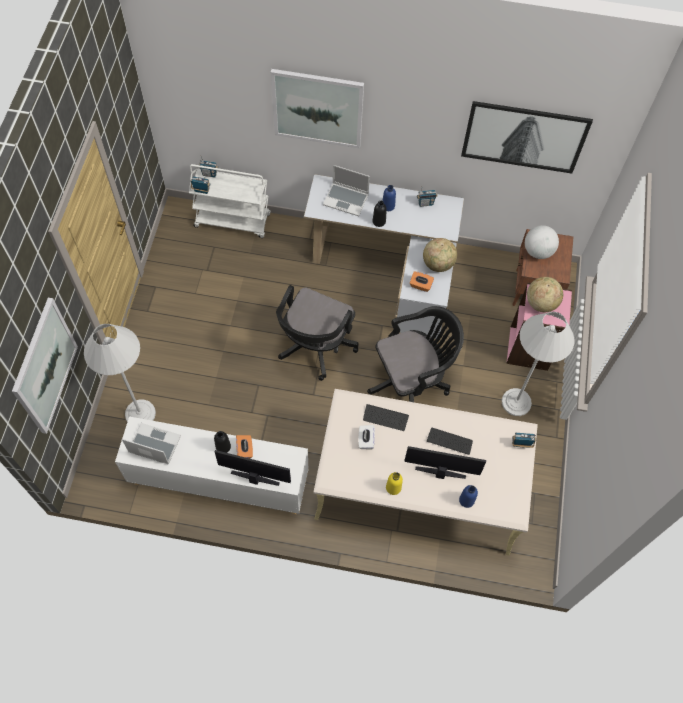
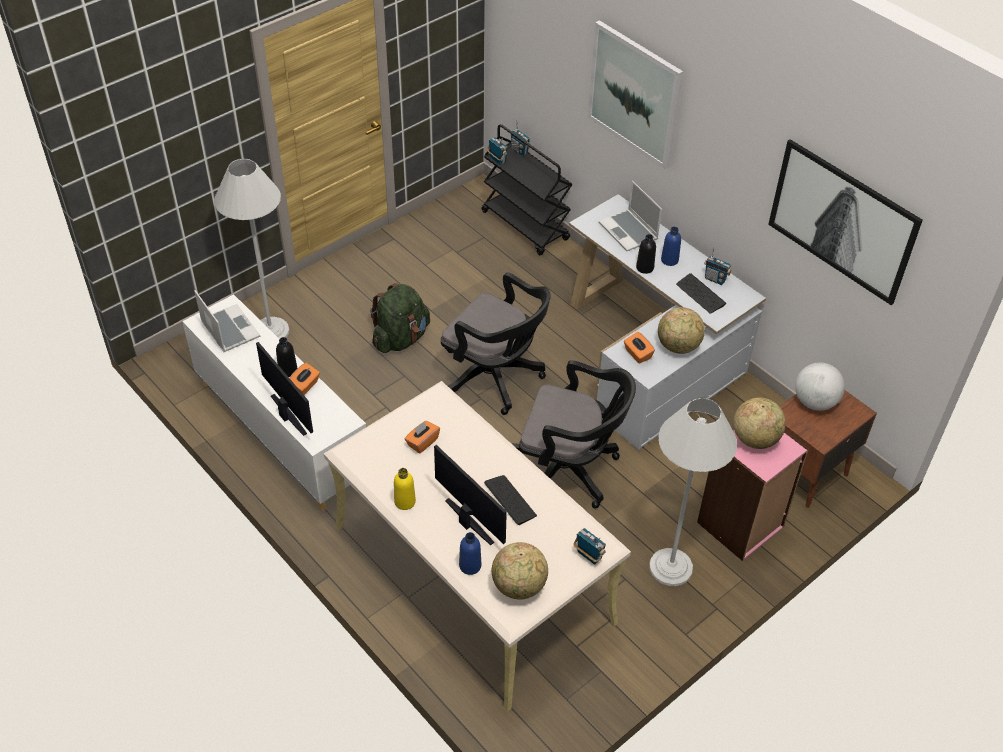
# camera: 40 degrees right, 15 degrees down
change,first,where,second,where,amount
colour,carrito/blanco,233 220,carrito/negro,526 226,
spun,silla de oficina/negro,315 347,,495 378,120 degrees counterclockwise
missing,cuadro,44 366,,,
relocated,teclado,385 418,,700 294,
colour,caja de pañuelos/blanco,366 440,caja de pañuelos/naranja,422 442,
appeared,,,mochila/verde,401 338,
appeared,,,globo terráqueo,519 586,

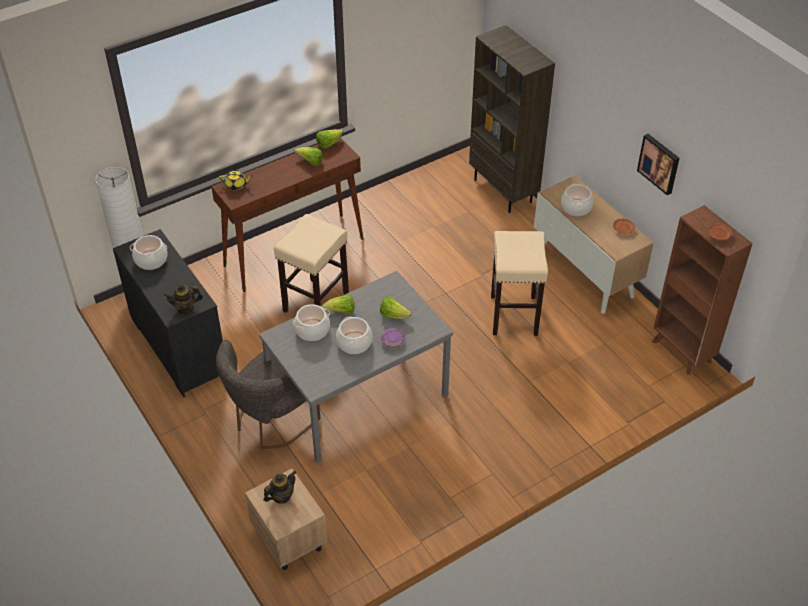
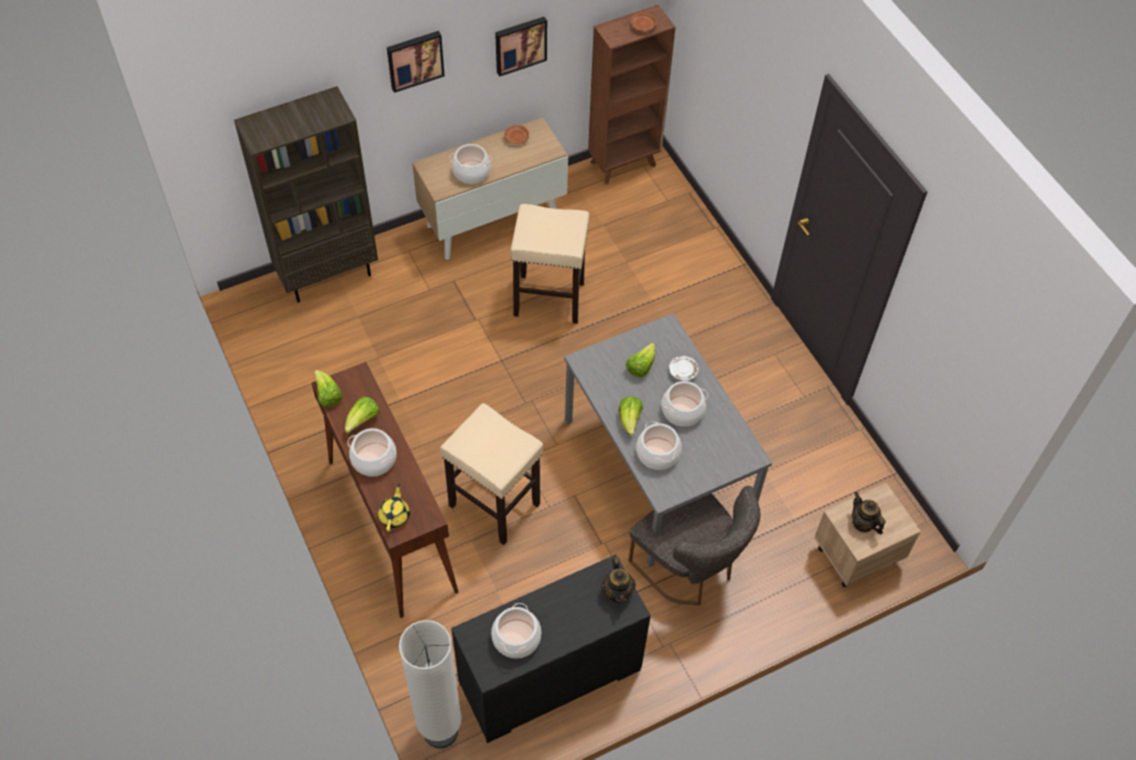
# camera: 85 degrees left, 10 degrees up
change,first,where,second,where,amount
colour,plato/morado,393 341,plato/blanco,683 372,
appeared,,,cuadro,414 59,
appeared,,,olla,374 459,

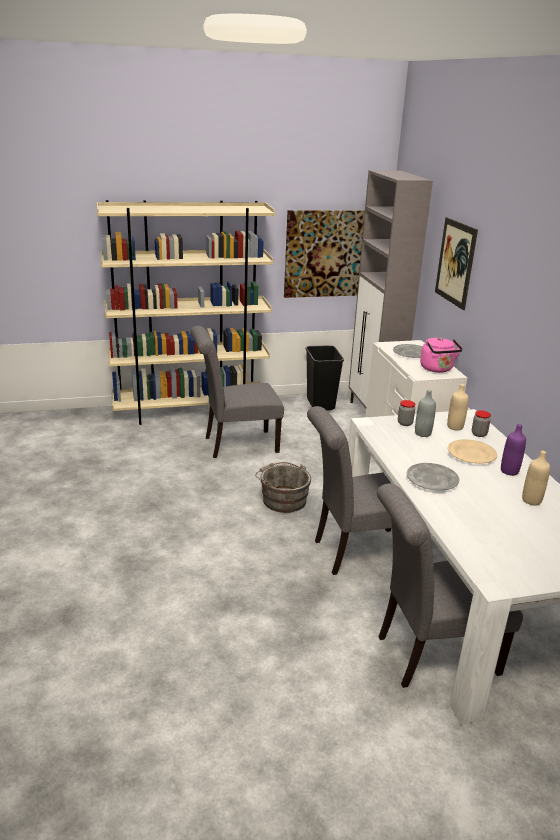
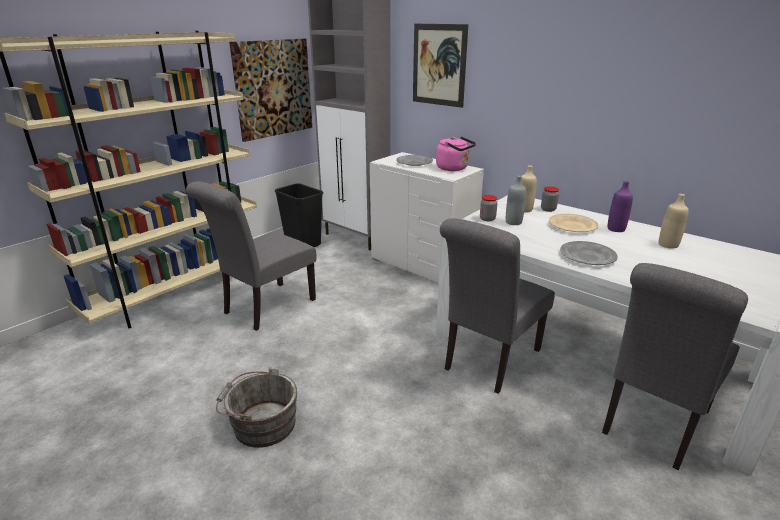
# camera: 35 degrees left, 0 degrees up
change,first,where,second,where,amount
relocated,cubo/gris,282 499,,261 424,

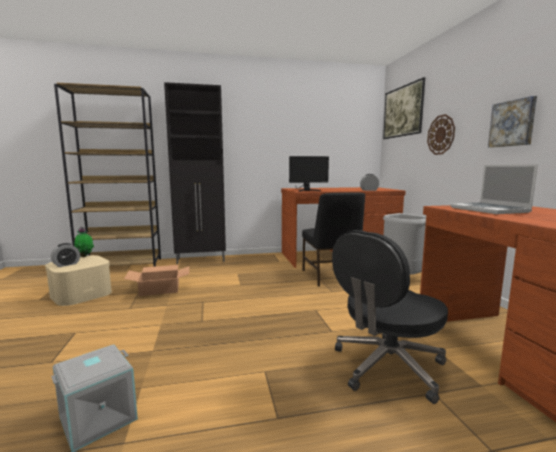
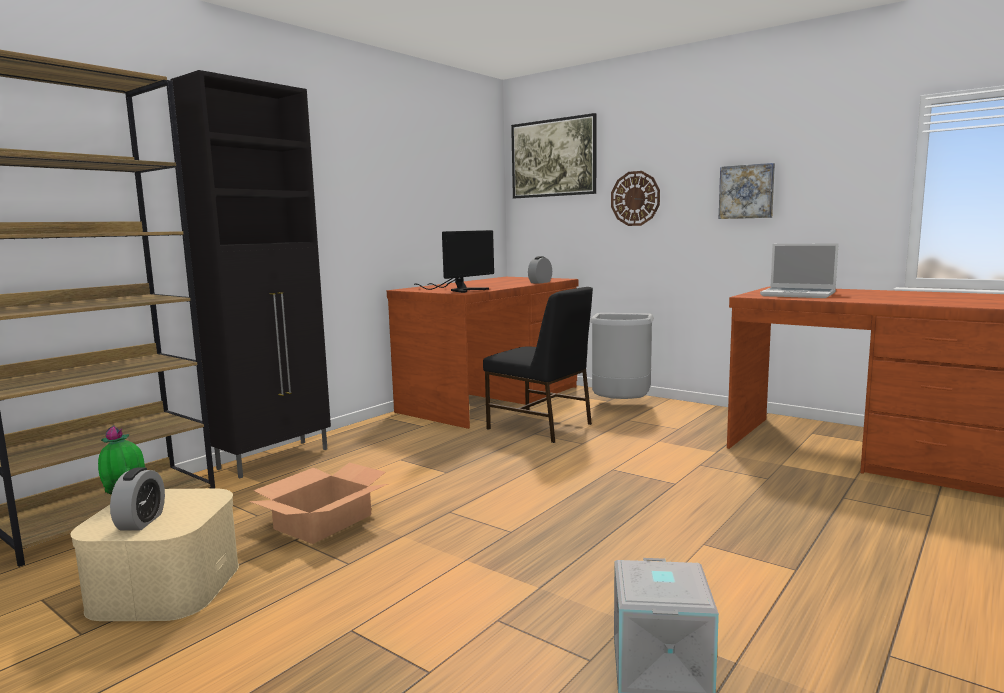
# camera: 40 degrees left, 0 degrees up
change,first,where,second,where,amount
missing,silla de oficina/negro,387 367,,,

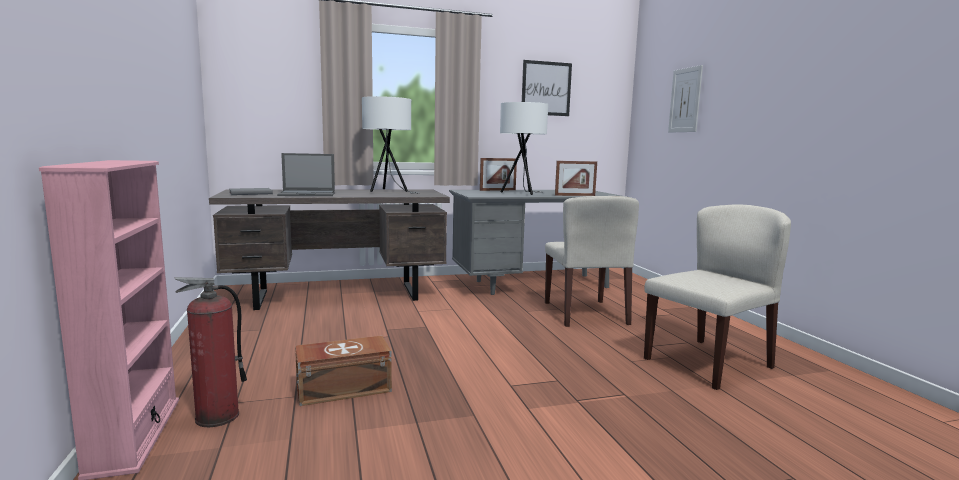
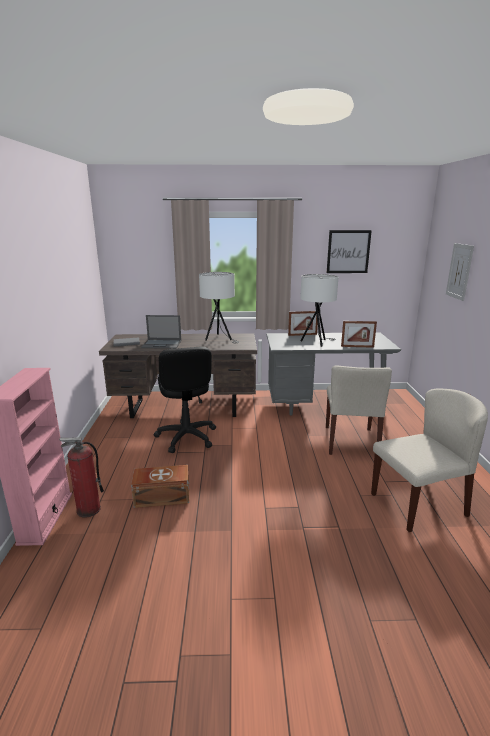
# camera: 15 degrees right, 10 degrees up
change,first,where,second,where,amount
appeared,,,silla de oficina/negro,186 437,

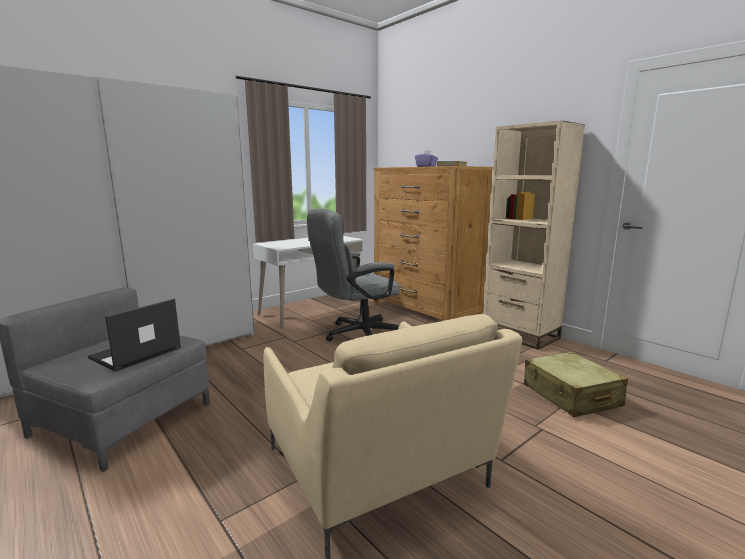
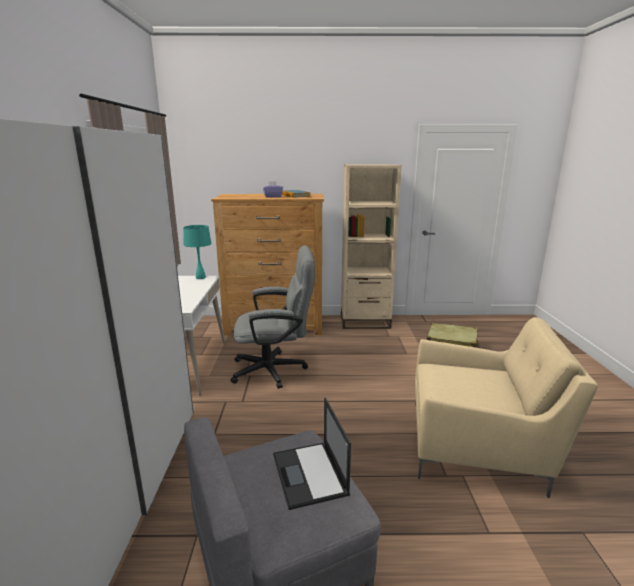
# camera: 50 degrees left, 5 degrees up
change,first,where,second,where,amount
spun,silla de oficina/gris,356 334,,276 369,105 degrees counterclockwise
appeared,,,lámpara de mesa/turquesa,200 277,

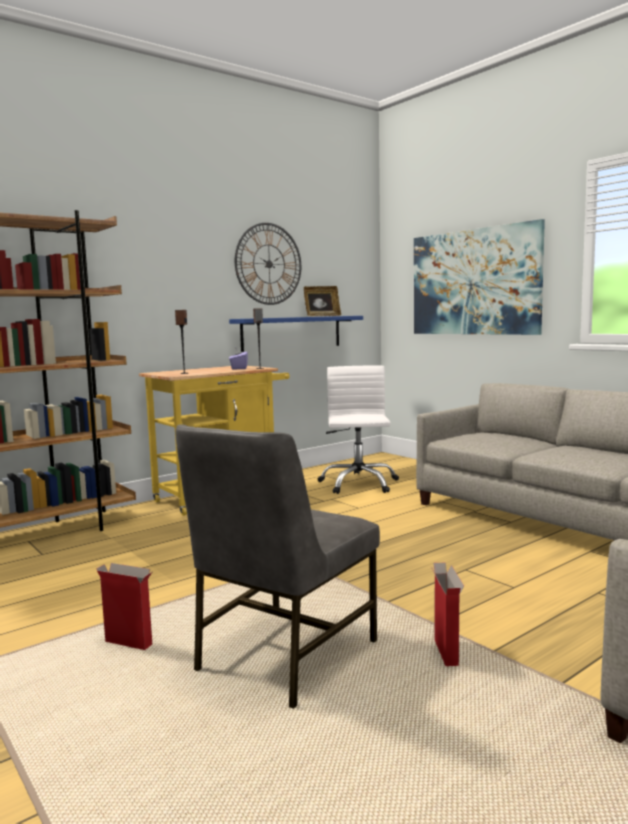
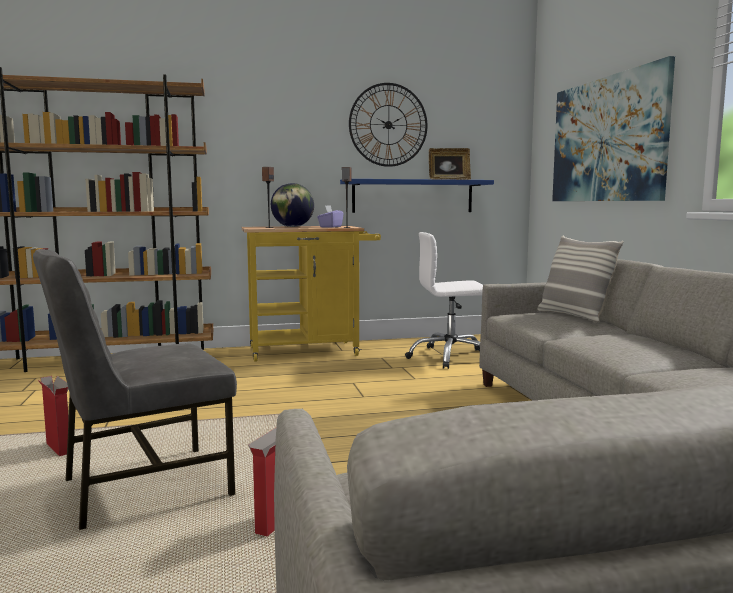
# camera: 25 degrees right, 0 degrees up
change,first,where,second,where,amount
spun,silla de oficina/blanco,358 483,,450 357,120 degrees counterclockwise
appeared,,,globo terráqueo,292 226,
appeared,,,cojín,574 316,

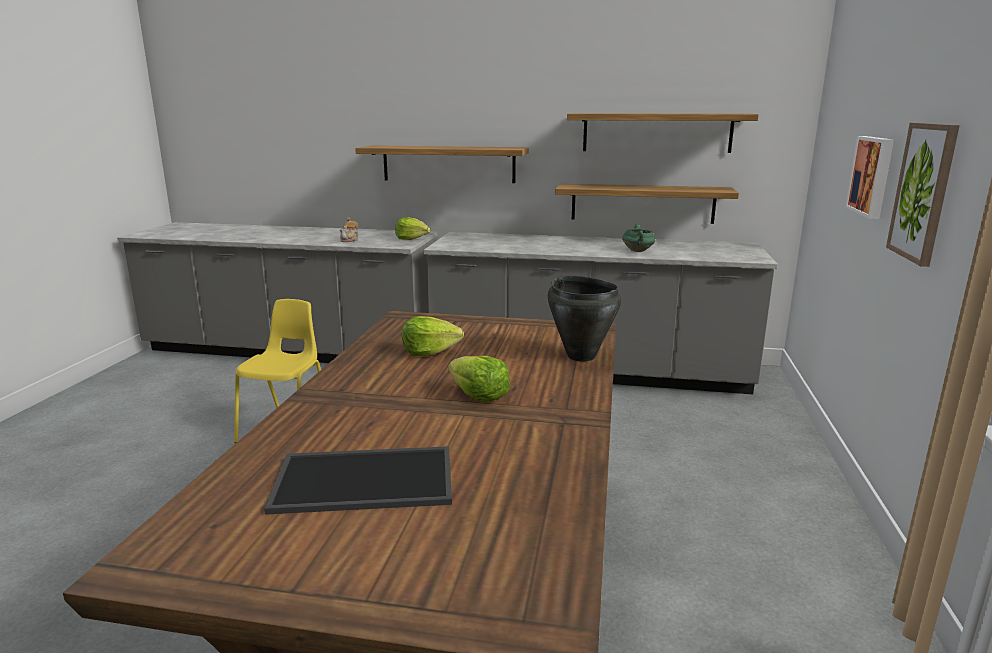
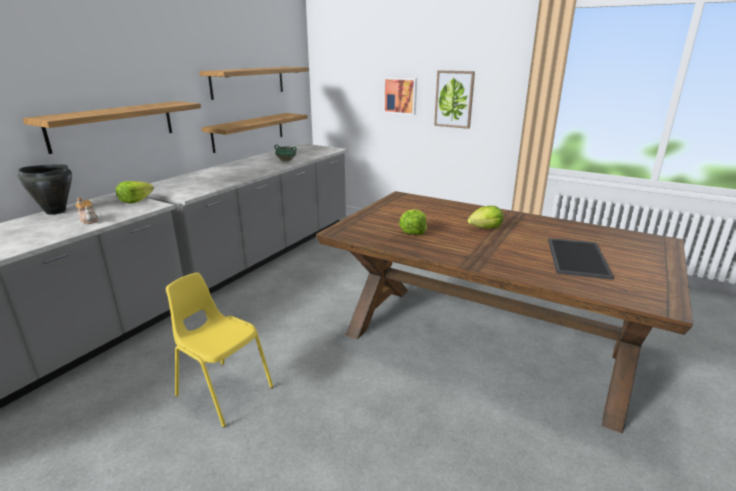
# camera: 70 degrees left, 5 degrees up
change,first,where,second,where,amount
relocated,olla/negro,581 356,,55 211,

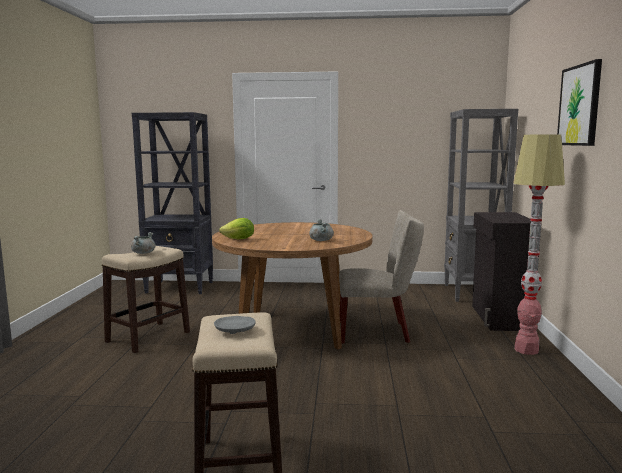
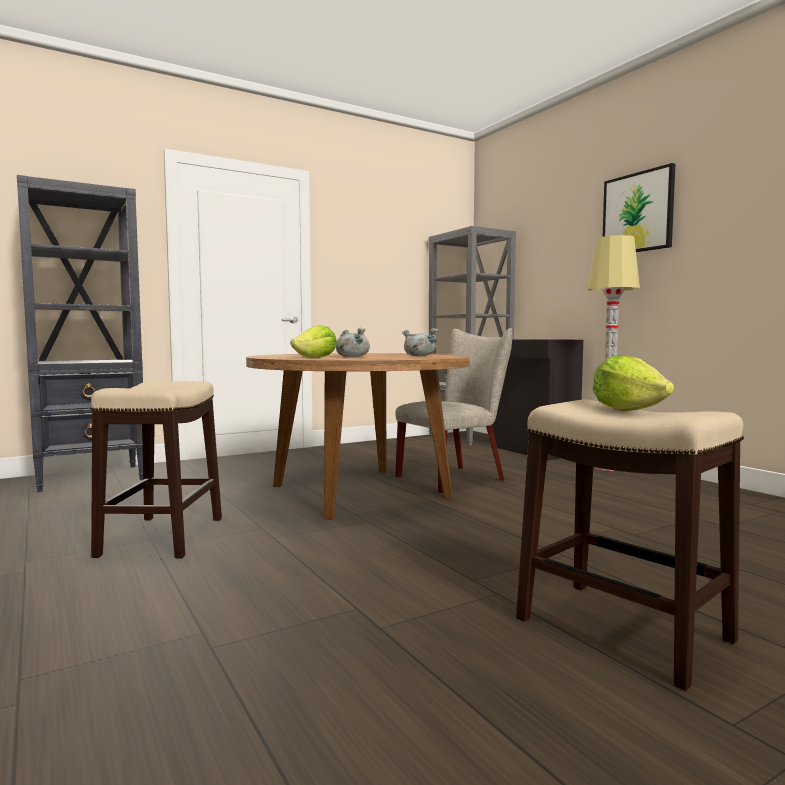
# camera: 35 degrees left, 5 degrees down
change,first,where,second,where,amount
relocated,olla/gris,143 253,,351 357,
exchanged,plato/gris,235 330,lechuga,627 410,

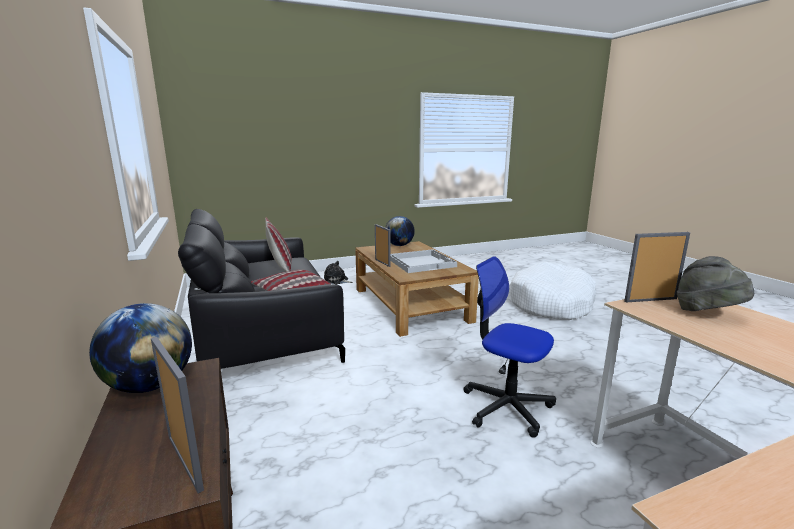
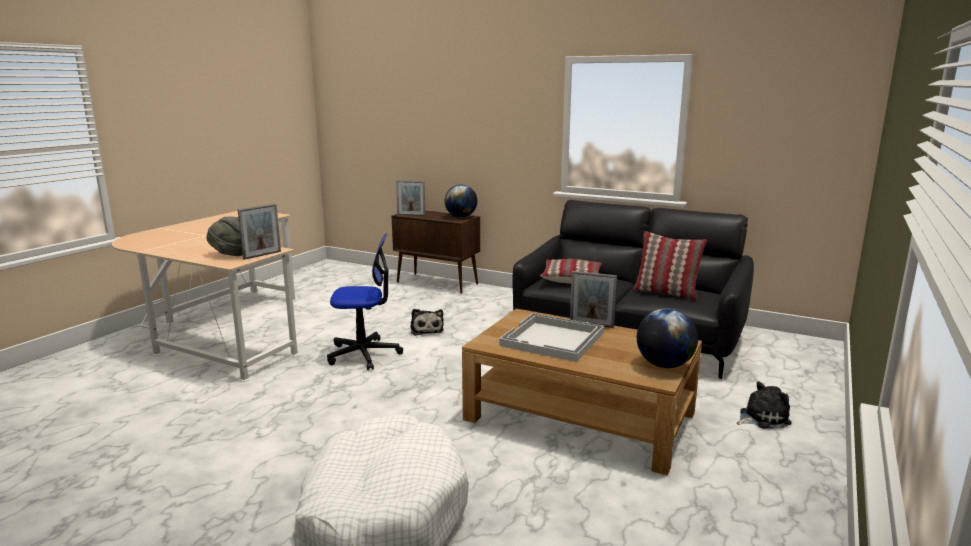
# camera: 140 degrees right, 0 degrees up
change,first,where,second,where,amount
appeared,,,peluche,426 330,

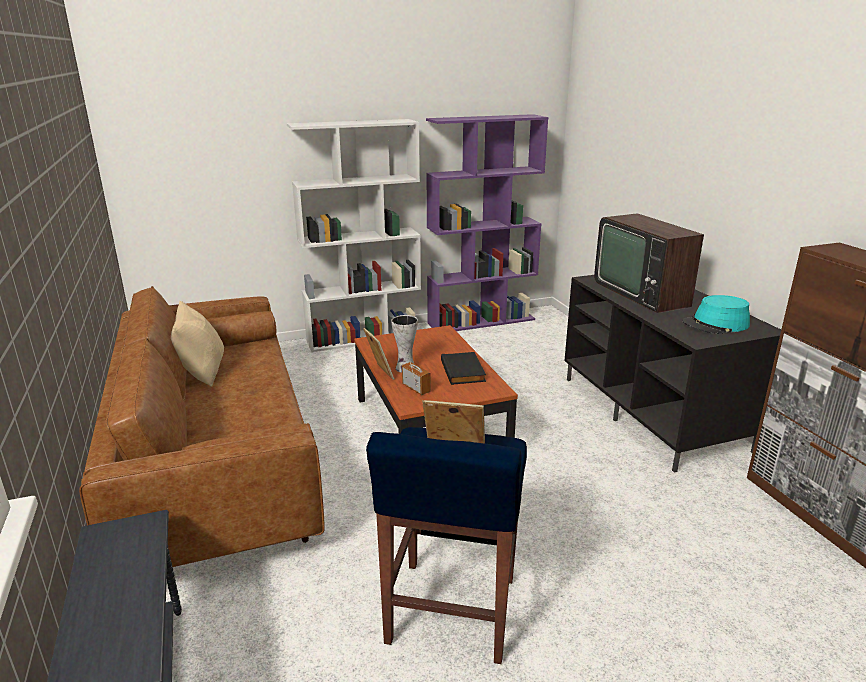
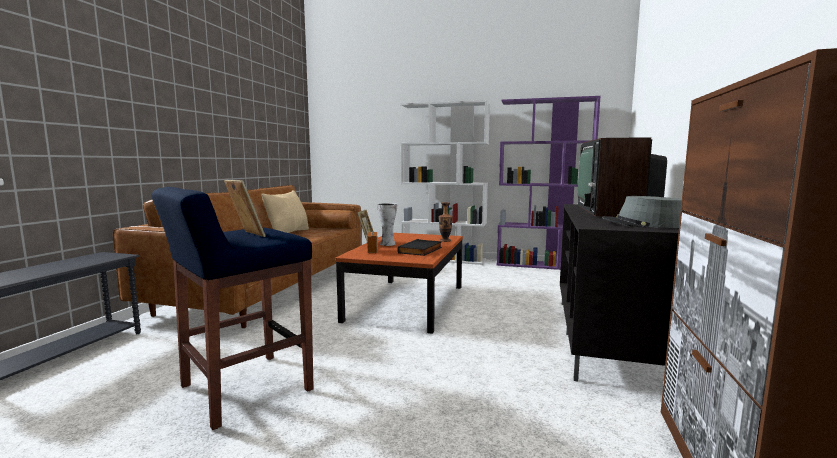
# camera: 35 degrees right, 15 degrees down
change,first,where,second,where,amount
colour,sombrero/turquesa,715 324,sombrero/gris,644 224,
appeared,,,florero,445 241,

